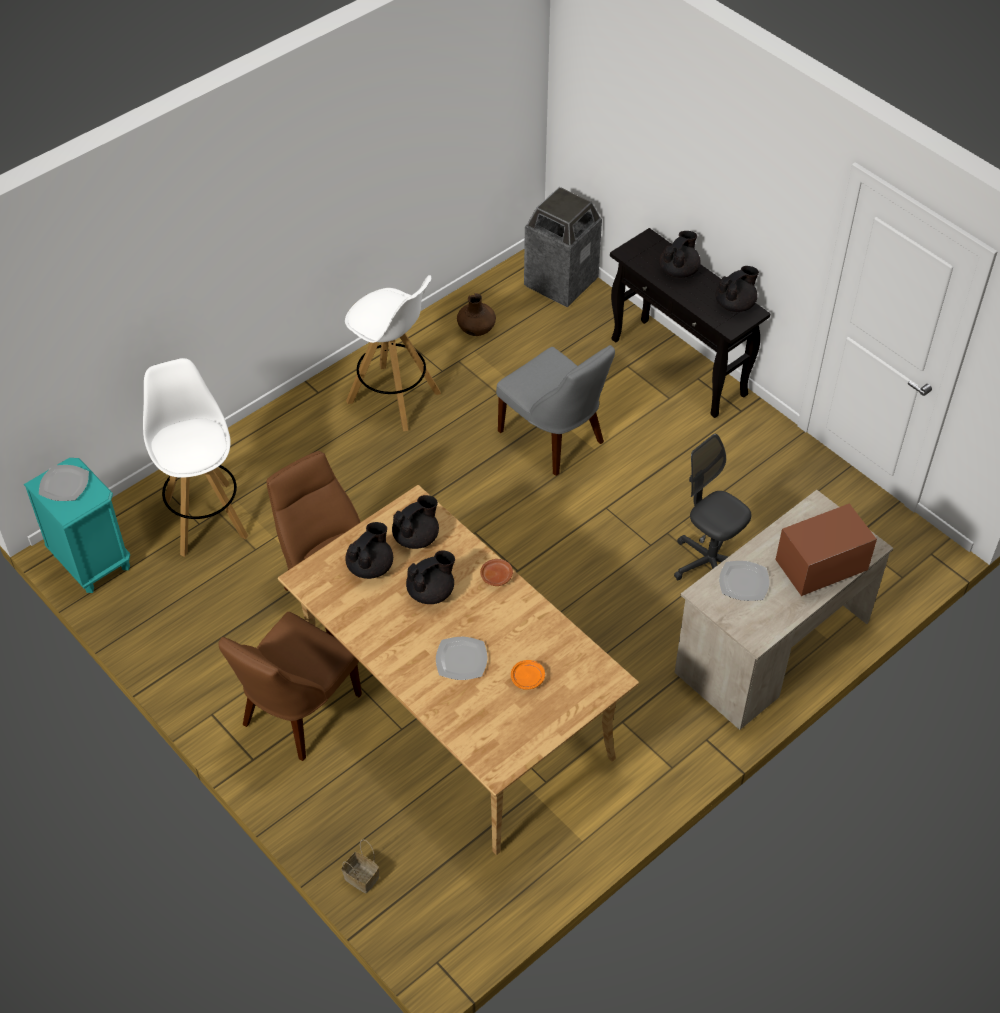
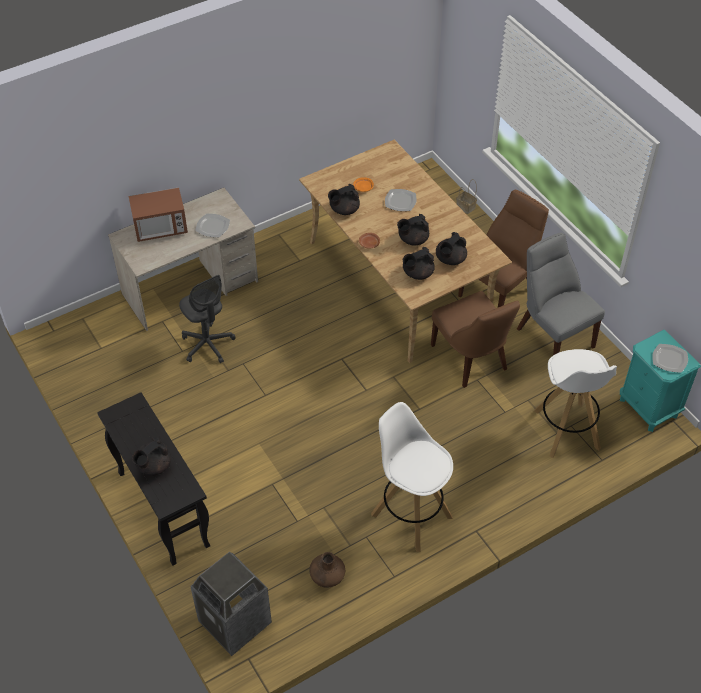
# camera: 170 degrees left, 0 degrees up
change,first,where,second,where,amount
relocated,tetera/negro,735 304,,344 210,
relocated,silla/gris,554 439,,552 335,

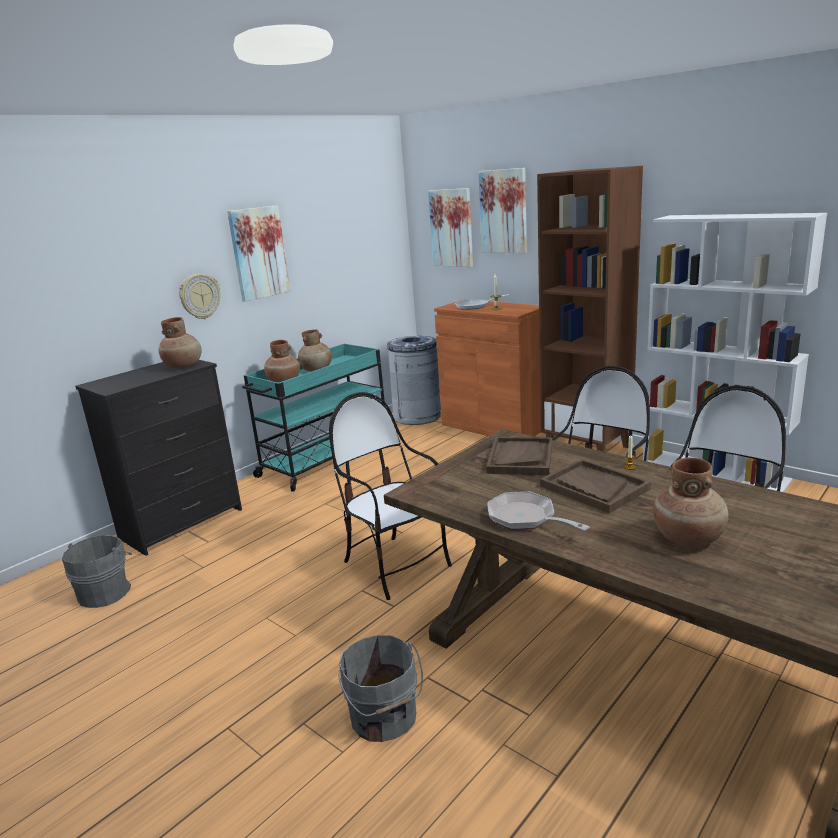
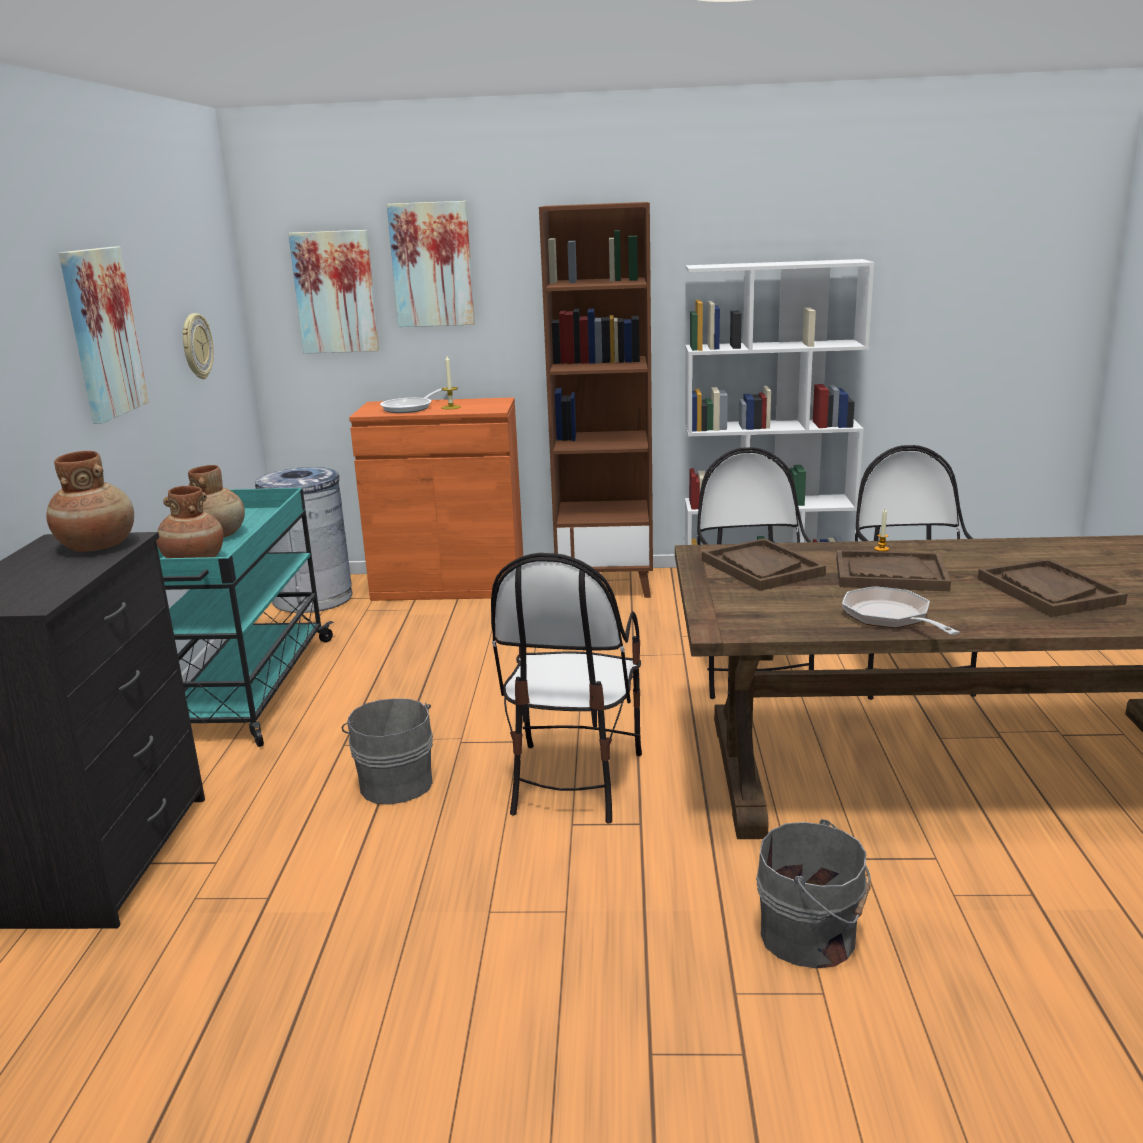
# camera: 40 degrees left, 0 degrees up
change,first,where,second,where,amount
relocated,reloj de pared,199 296,,196 346,
spun,silla,396 566,,572 780,90 degrees counterclockwise
exchanged,florero/marrón,688 538,bandeja/marrón,1048 591,
spun,sartén,526 518,,890 617,60 degrees clockwise
relocated,cubo/gris,106 591,,395 782,

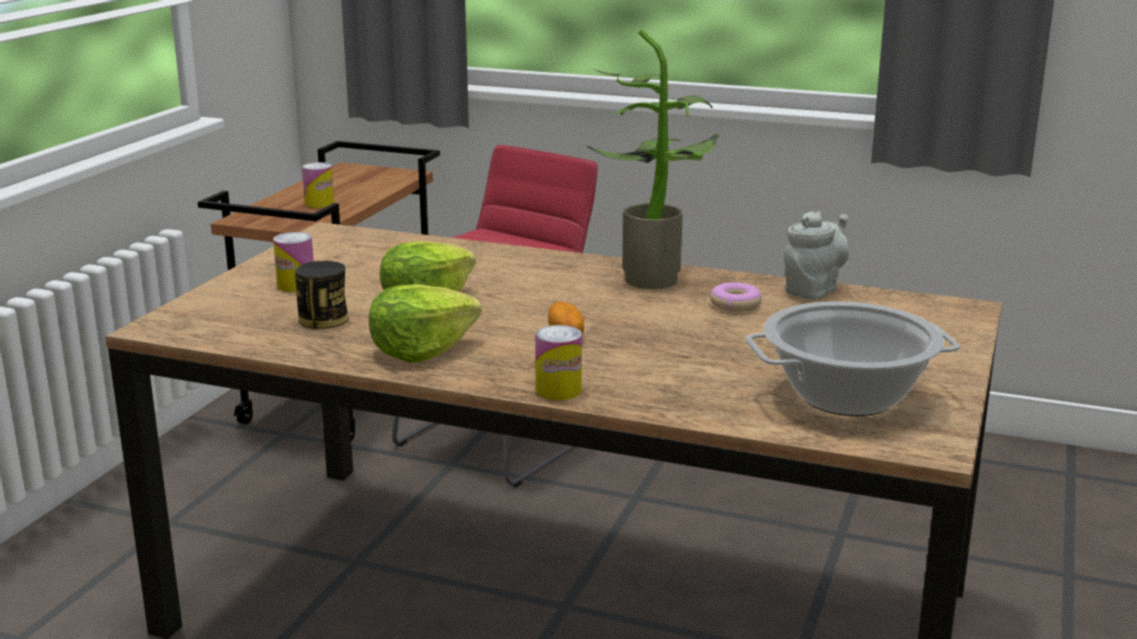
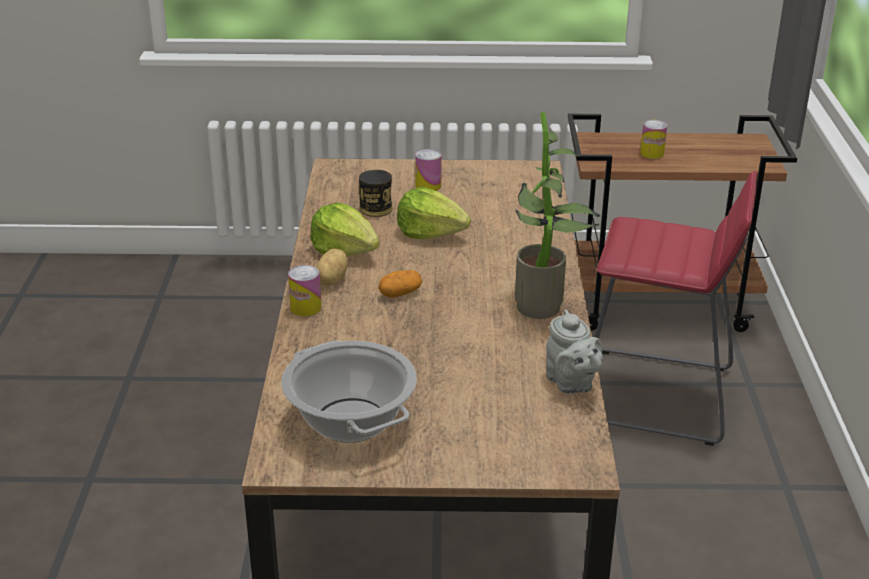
# camera: 70 degrees right, 10 degrees up
change,first,where,second,where,amount
spun,tetera/gris,813 290,,571 384,45 degrees clockwise
missing,rosquilla,735 305,,,
appeared,,,patata,330 280,

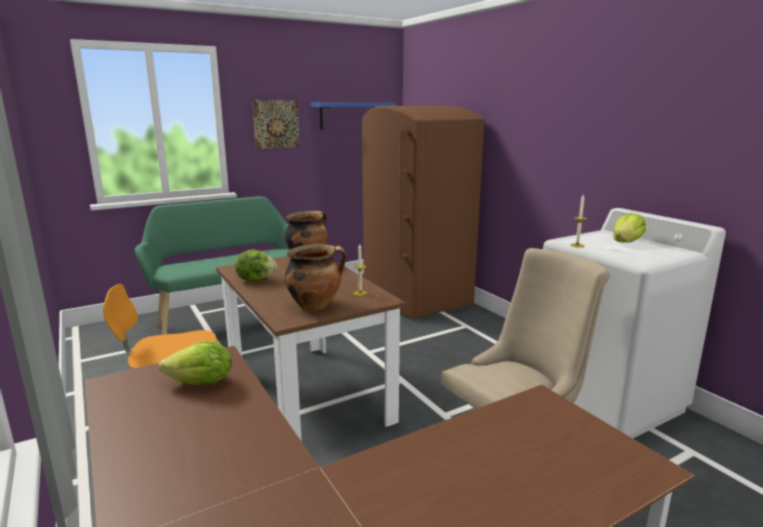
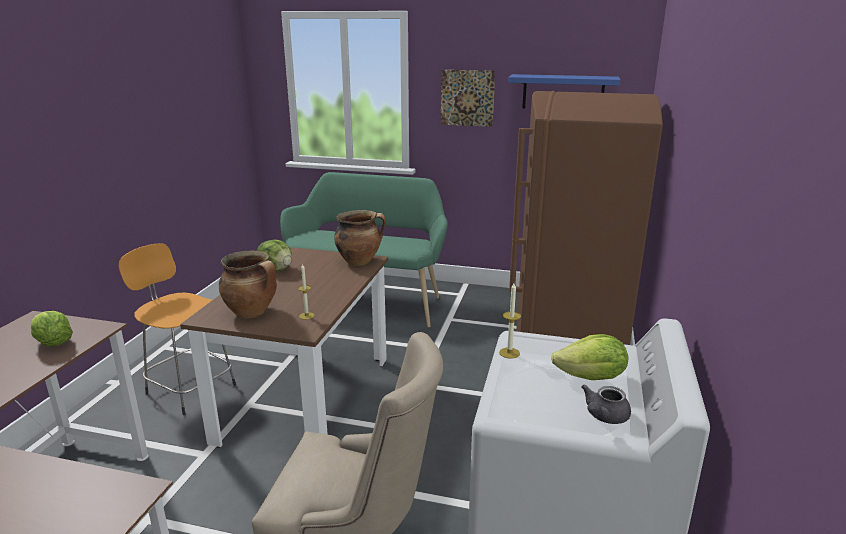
# camera: 45 degrees right, 5 degrees up
change,first,where,second,where,amount
appeared,,,tetera/gris,604 417,

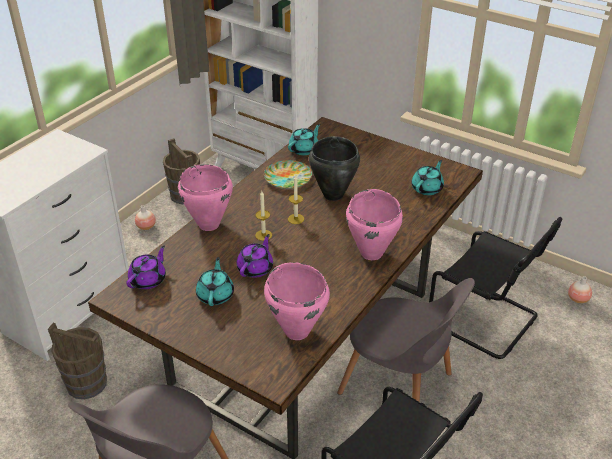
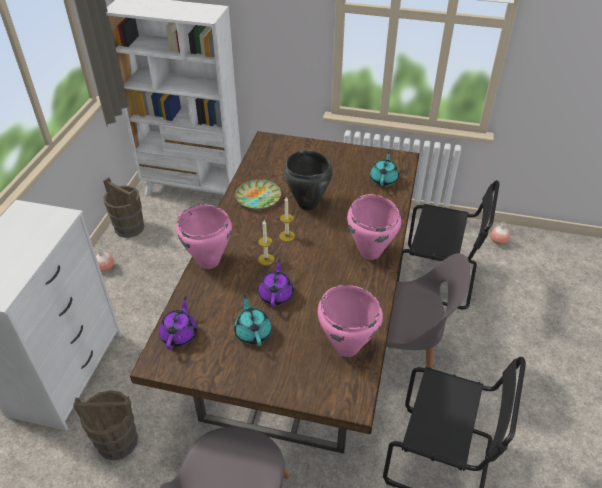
# camera: 20 degrees left, 5 degrees up
change,first,where,second,where,amount
missing,tetera/turquesa,304 149,,,

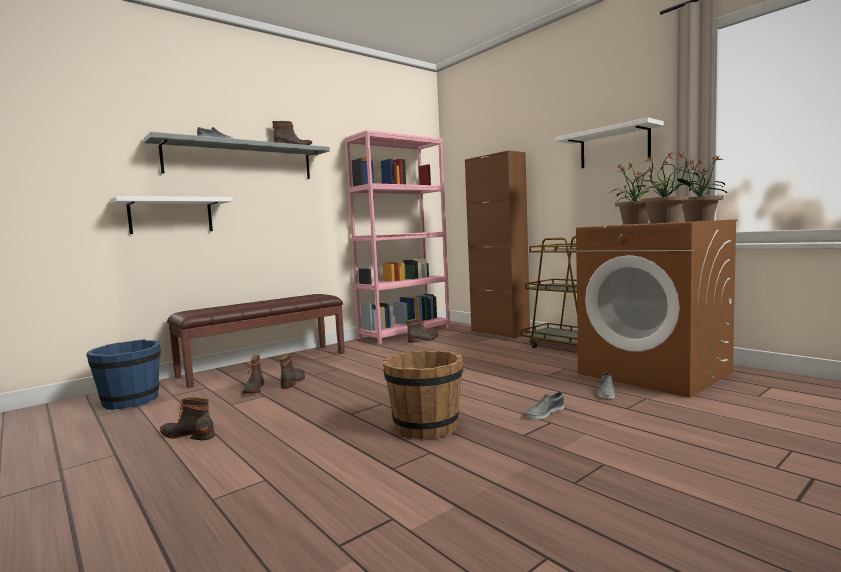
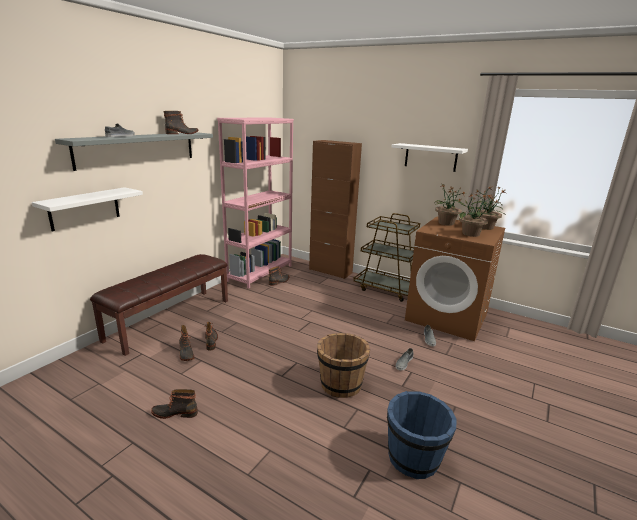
# camera: 20 degrees left, 15 degrees up
change,first,where,second,where,amount
relocated,cubo/azul,130 401,,414 458,

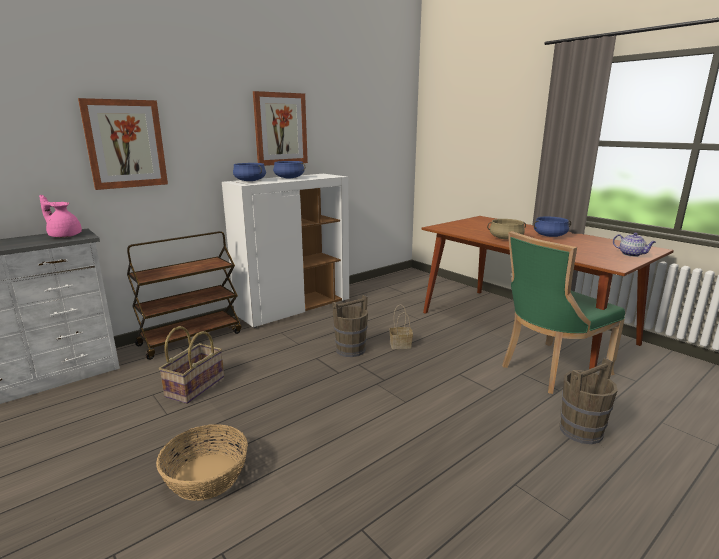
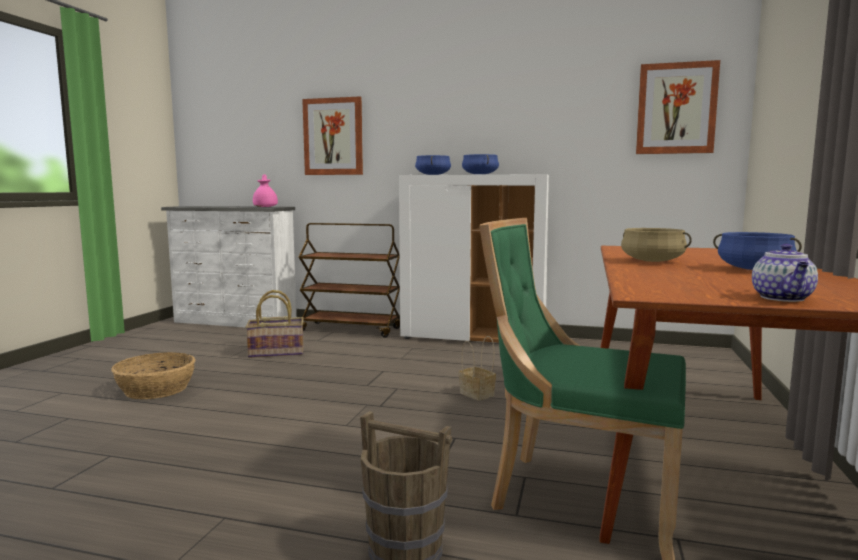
# camera: 55 degrees right, 10 degrees down
change,first,where,second,where,amount
relocated,cuadro,280 129,,676 109,
missing,cubo/marrón,351 350,,,

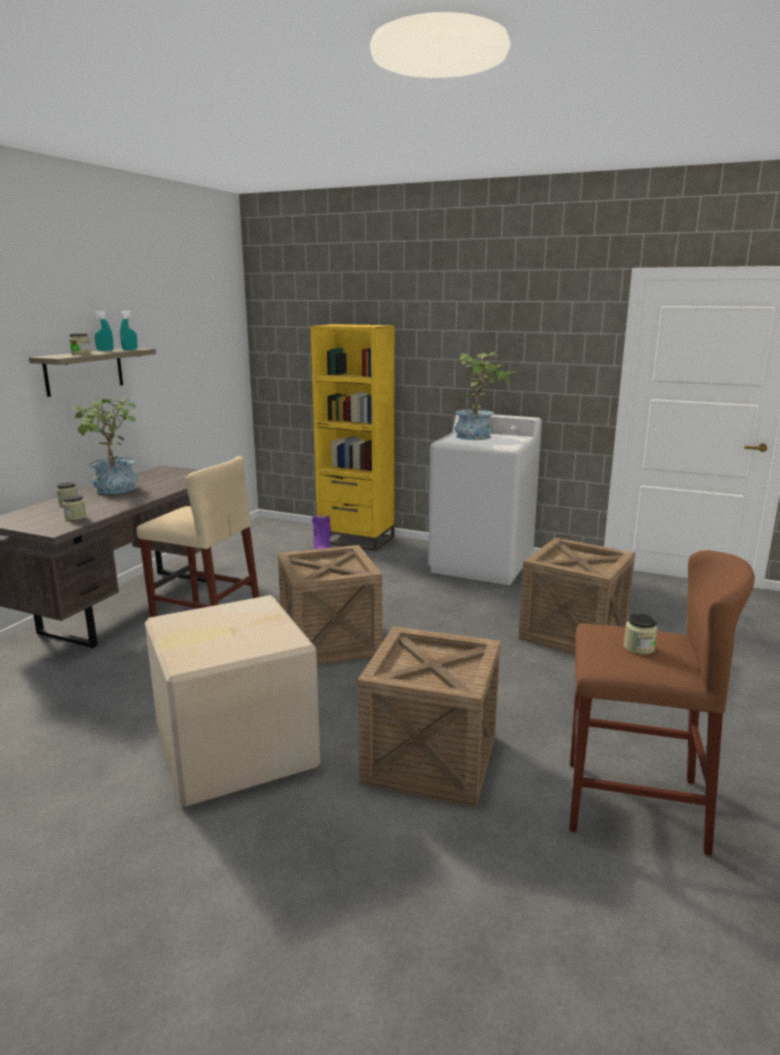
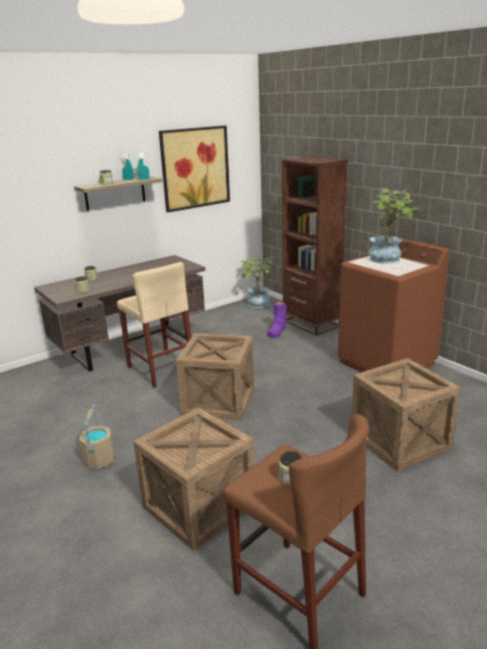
# camera: 30 degrees right, 5 degrees up
change,first,where,second,where,amount
colour,estantería/amarillo,356 539,estantería/marrón,311 323,
relocated,planta en maceta,114 490,,257 305,
colour,lavadora/blanco,482 564,lavadora/marrón,386 363,
exchanged,caja de cartón,233 749,cubo/beis,99 460,
appeared,,,cuadro,195 168,

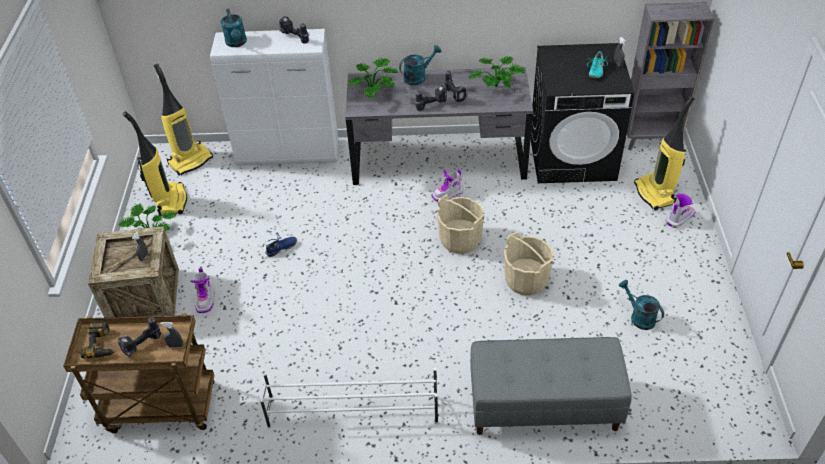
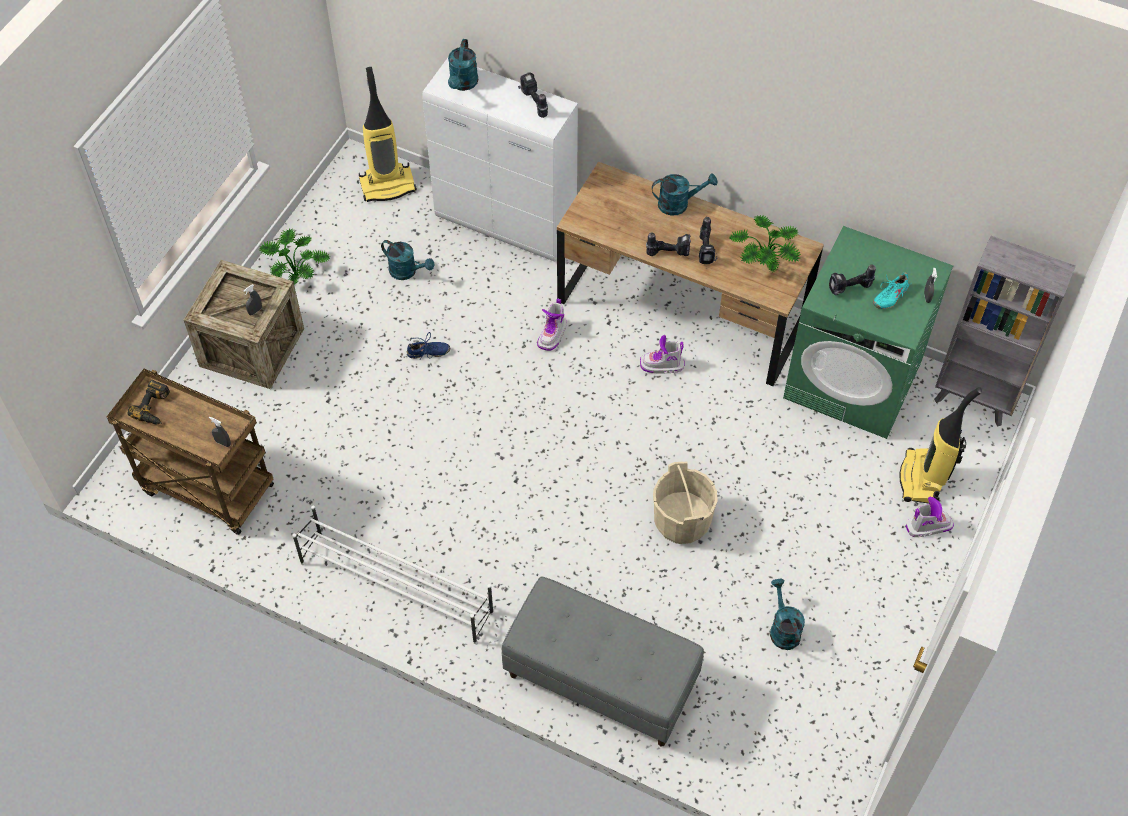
# camera: 25 degrees right, 10 degrees up
change,first,where,second,where,amount
colour,lavadora/negro,572 157,lavadora/verde,853 380,
missing,planta en maceta,375 94,,,
colour,escritorio/gris,438 159,escritorio/marrón,681 310,
missing,aspiradora,170 200,,,
missing,cubo/beis,460 239,,,
relocated,bota,206 299,,552 334,
relocated,taladro,142 346,,849 290,
appeared,,,regadera/turquesa,407 272,

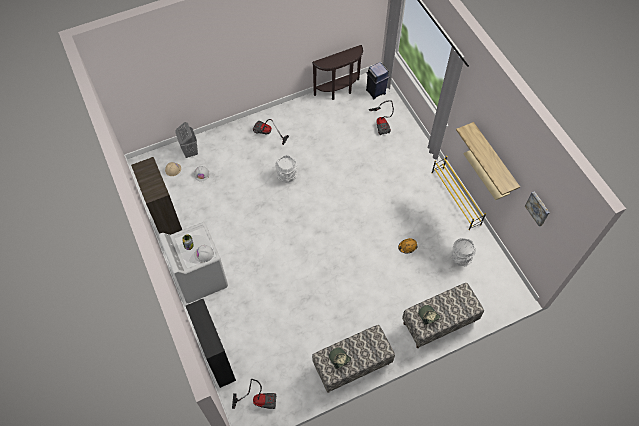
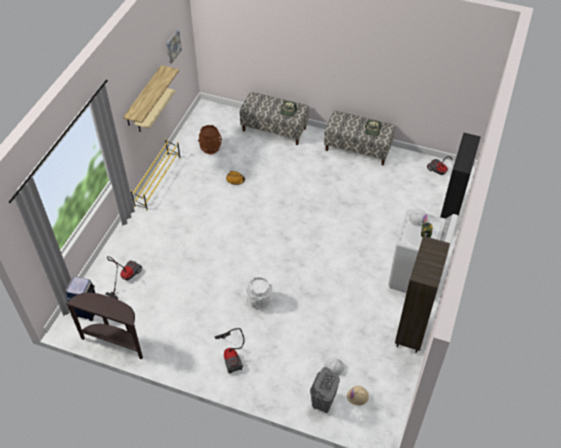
# camera: 135 degrees left, 10 degrees down
change,first,where,second,where,amount
colour,cubo/blanco,460 258,cubo/marrón,210 148,

